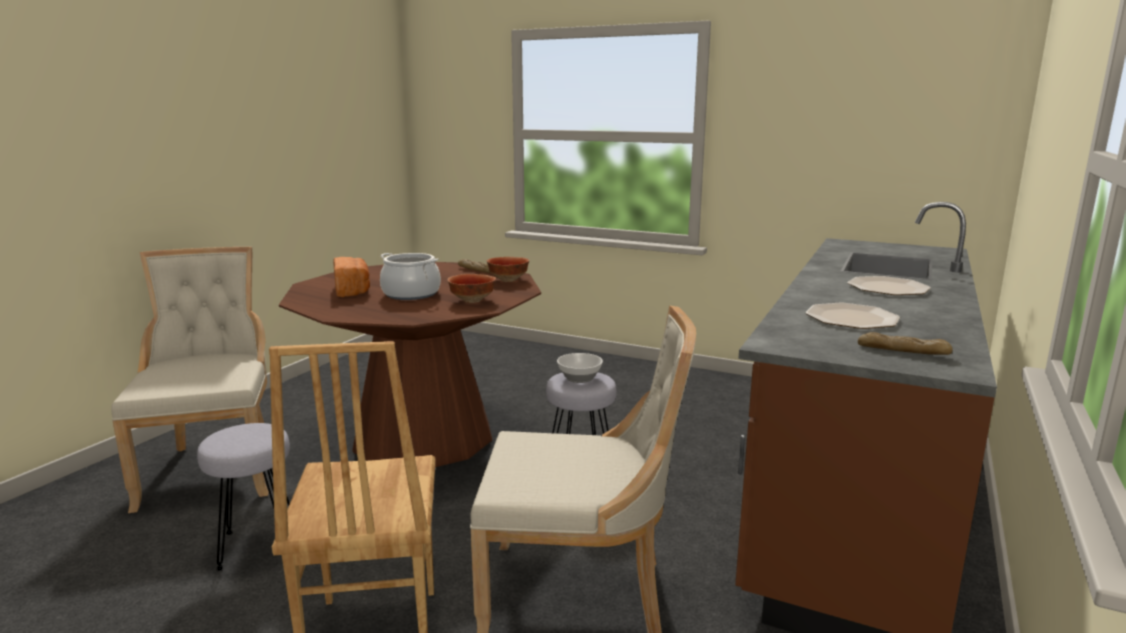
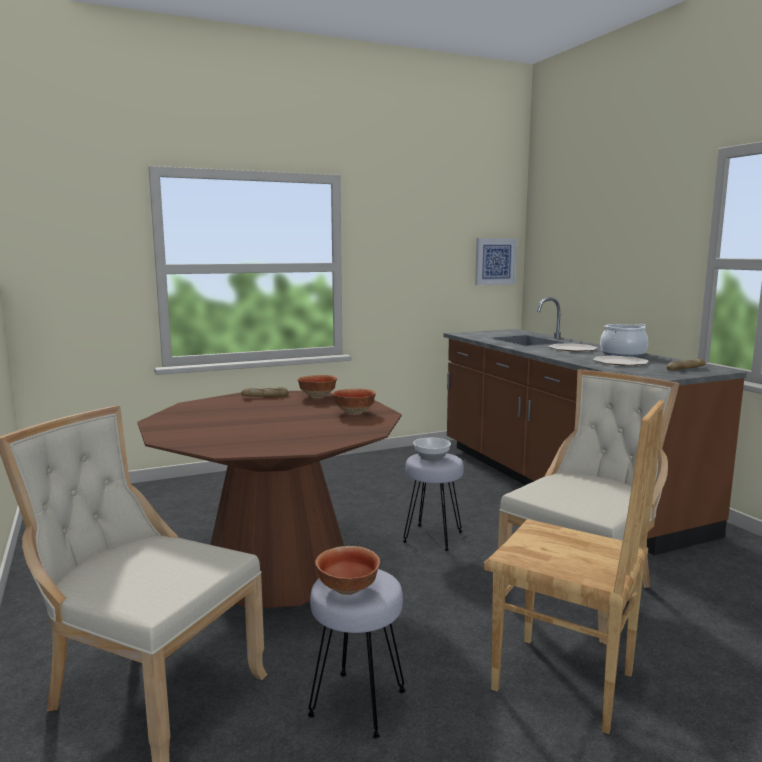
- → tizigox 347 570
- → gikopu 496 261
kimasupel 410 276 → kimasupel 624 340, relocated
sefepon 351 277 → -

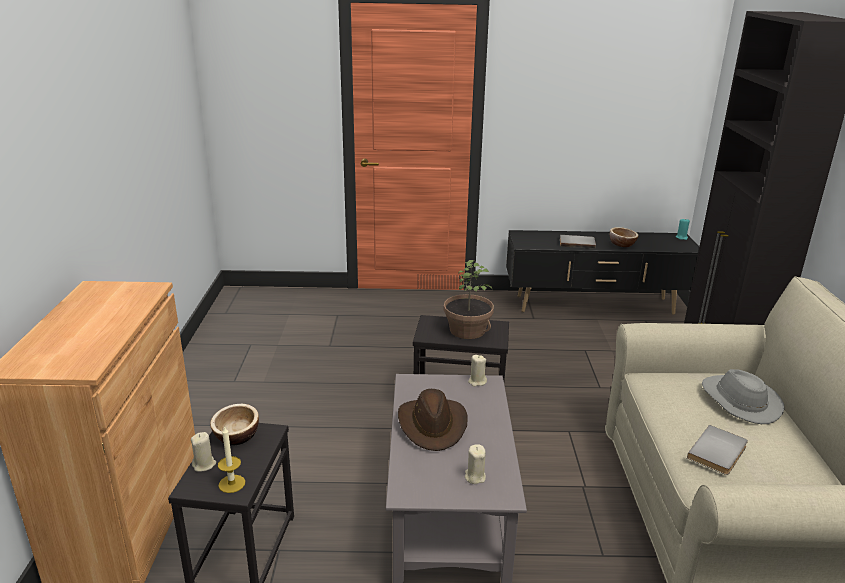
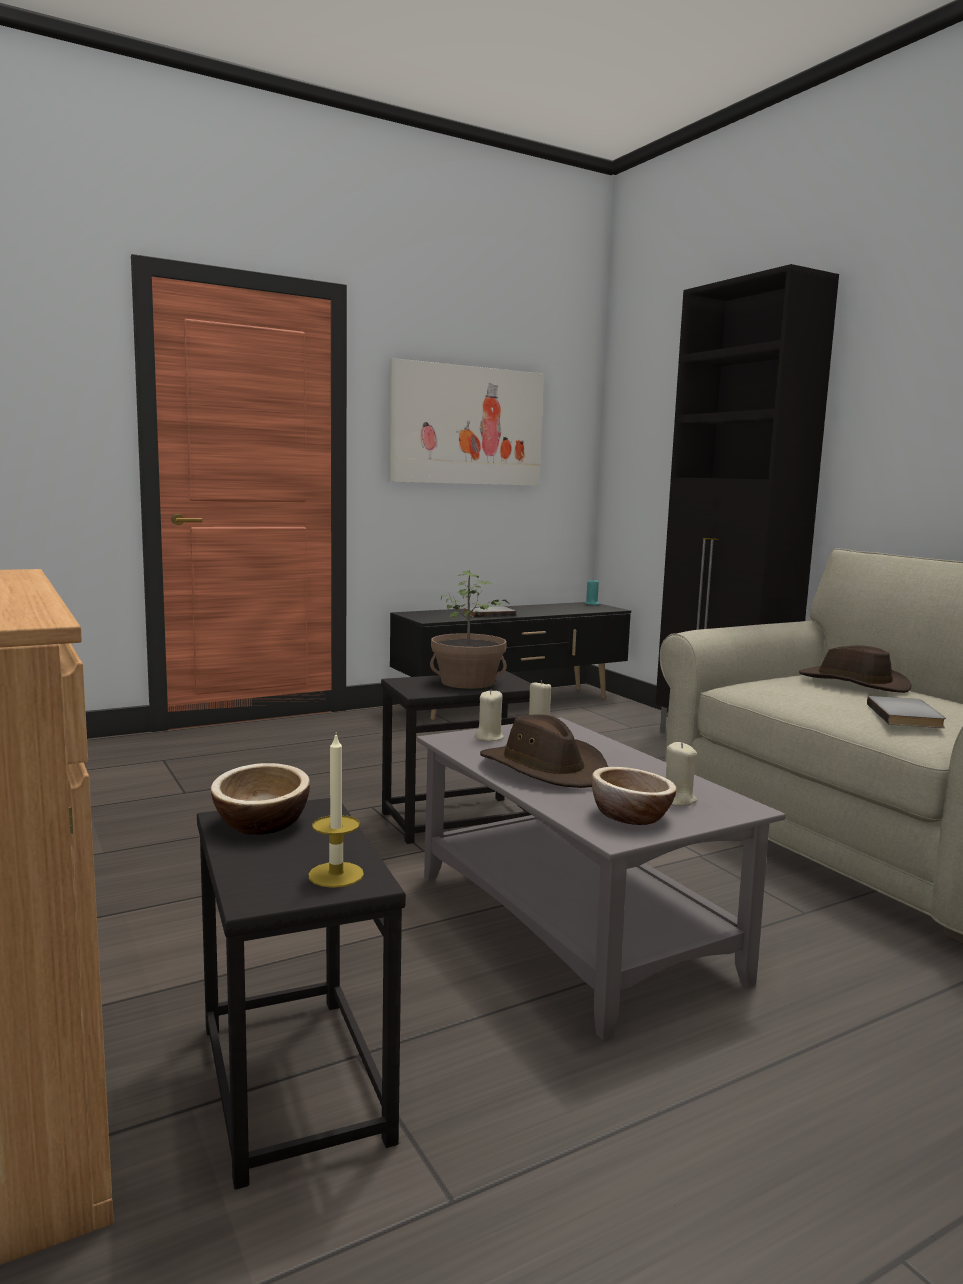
- → gikopu 466 422
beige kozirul 203 452 → beige kozirul 489 716, relocated
tizigox 624 237 → tizigox 634 796, relocated
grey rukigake 743 396 → brown rukigake 855 669

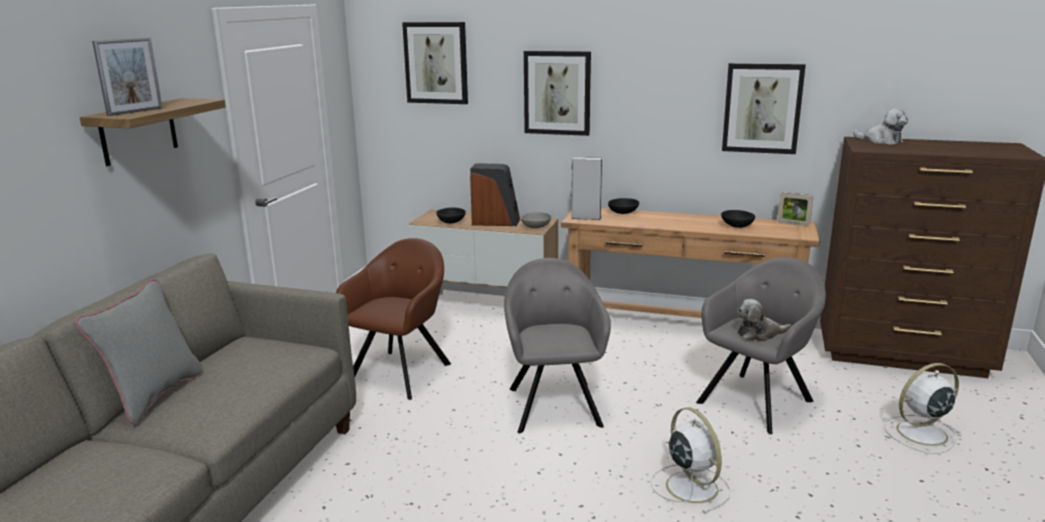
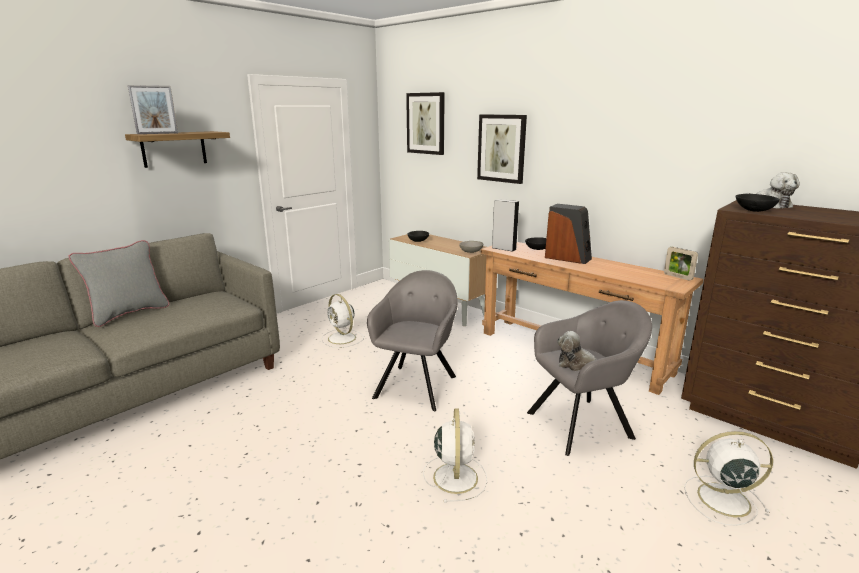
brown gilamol 393 319 → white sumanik 342 321
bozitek 495 194 → bozitek 568 234, relocated
black tizigox 738 219 → black tizigox 758 203, relocated
gikopu 764 108 → -

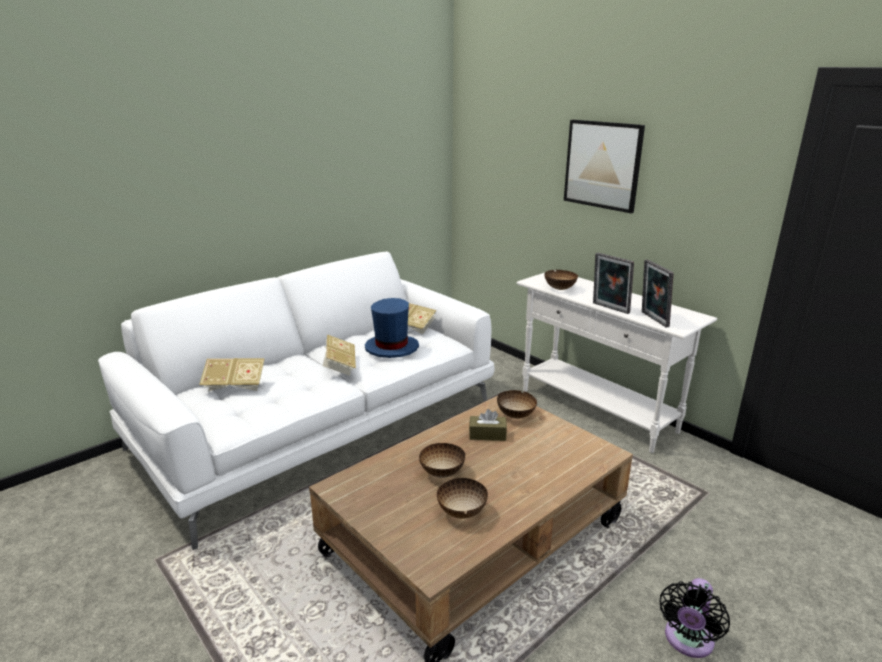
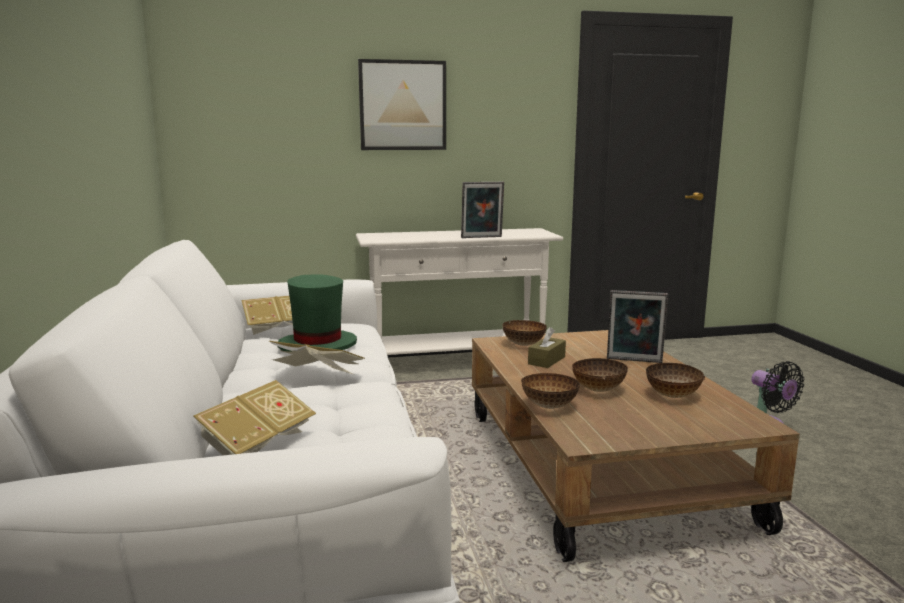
blue rukigake 392 328 → green rukigake 317 313
tizigox 561 280 → tizigox 550 391, relocated
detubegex 658 294 → detubegex 637 326, relocated

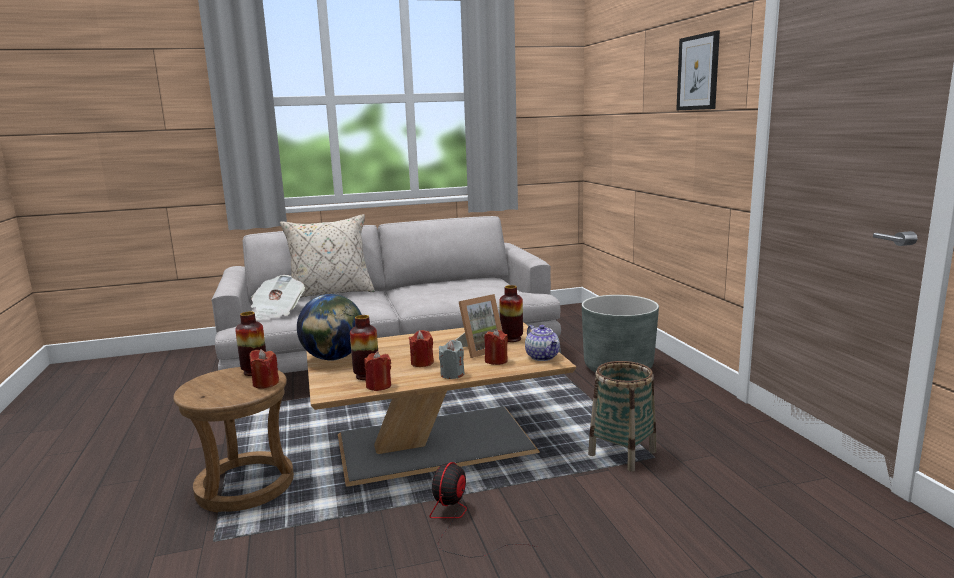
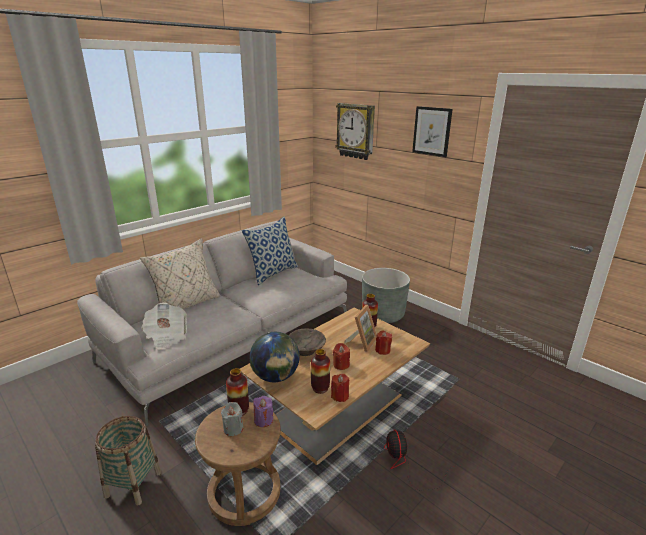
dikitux 622 416 → dikitux 128 461, relocated
grey kozirul 452 359 → grey kozirul 232 419, relocated
- → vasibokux 270 250
red kozirul 264 369 → purple kozirul 263 411
- → brown tizigox 307 342
- → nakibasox 355 131
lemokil 542 343 → -

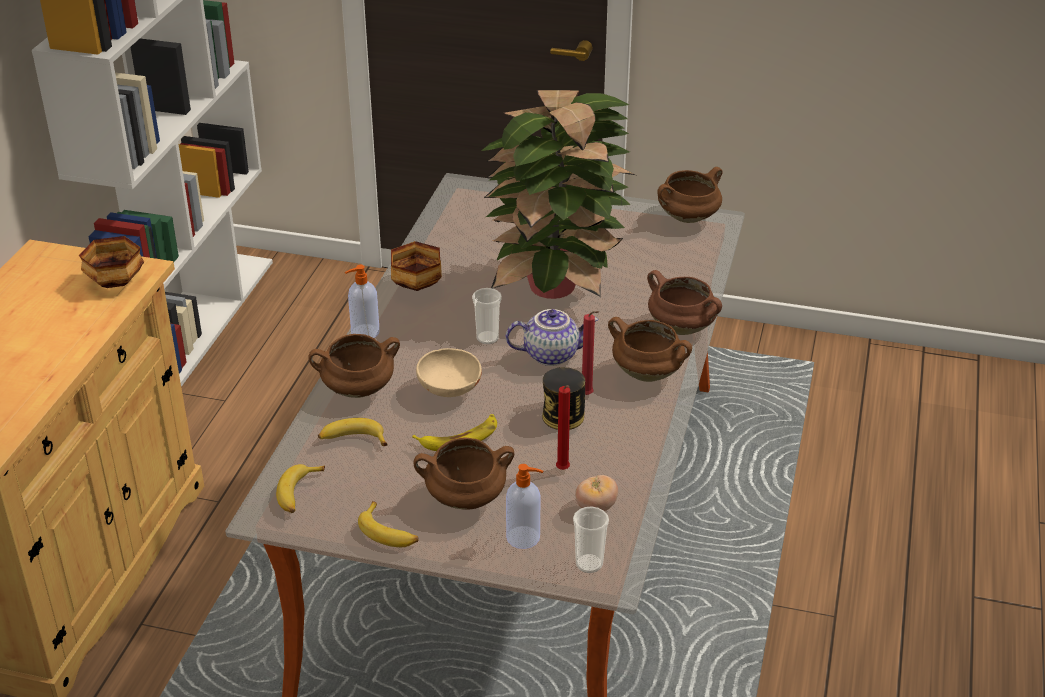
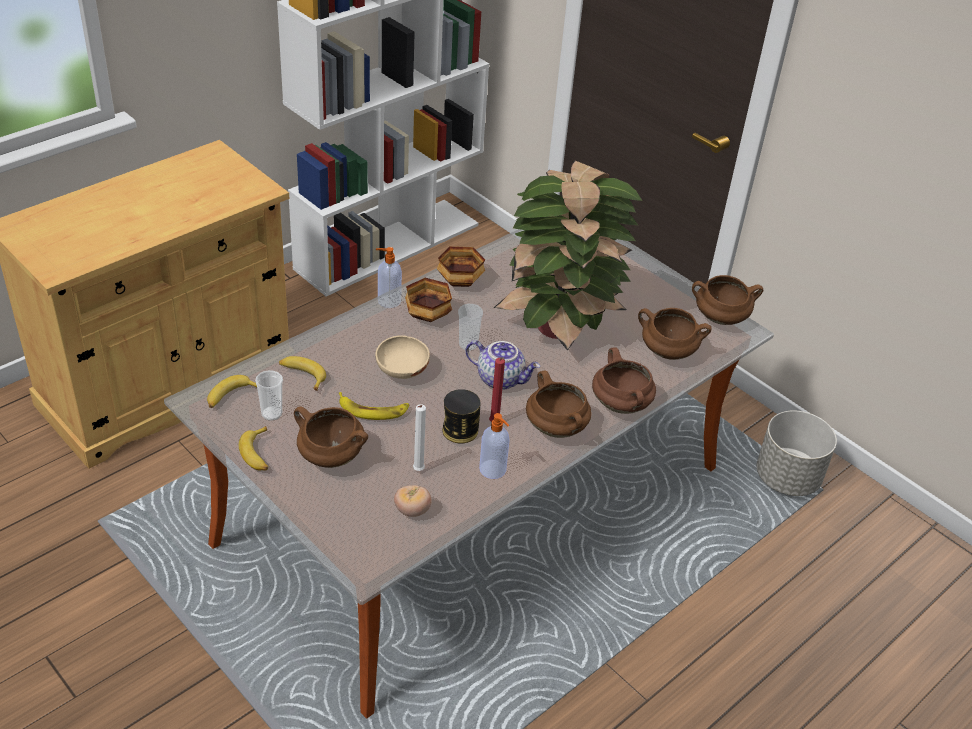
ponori 591 540 → ponori 269 395, relocated
tizigox 111 262 → tizigox 428 300, relocated
red kozirul 563 427 → white kozirul 419 437
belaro 524 506 → belaro 494 446, relocated
brown kimasupel 354 366 → brown kimasupel 675 334, relocated
- → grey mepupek 797 453

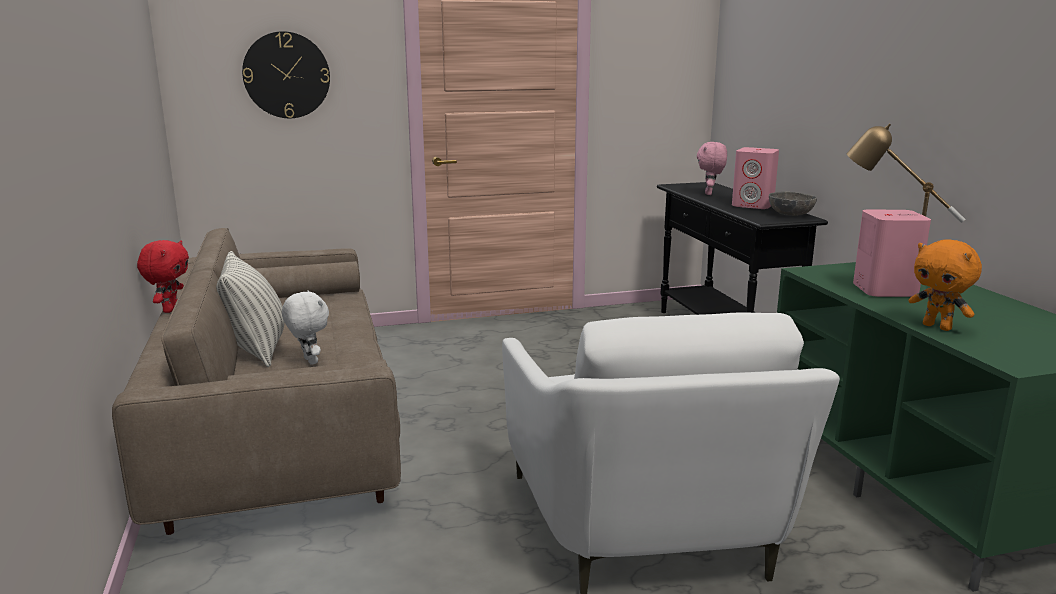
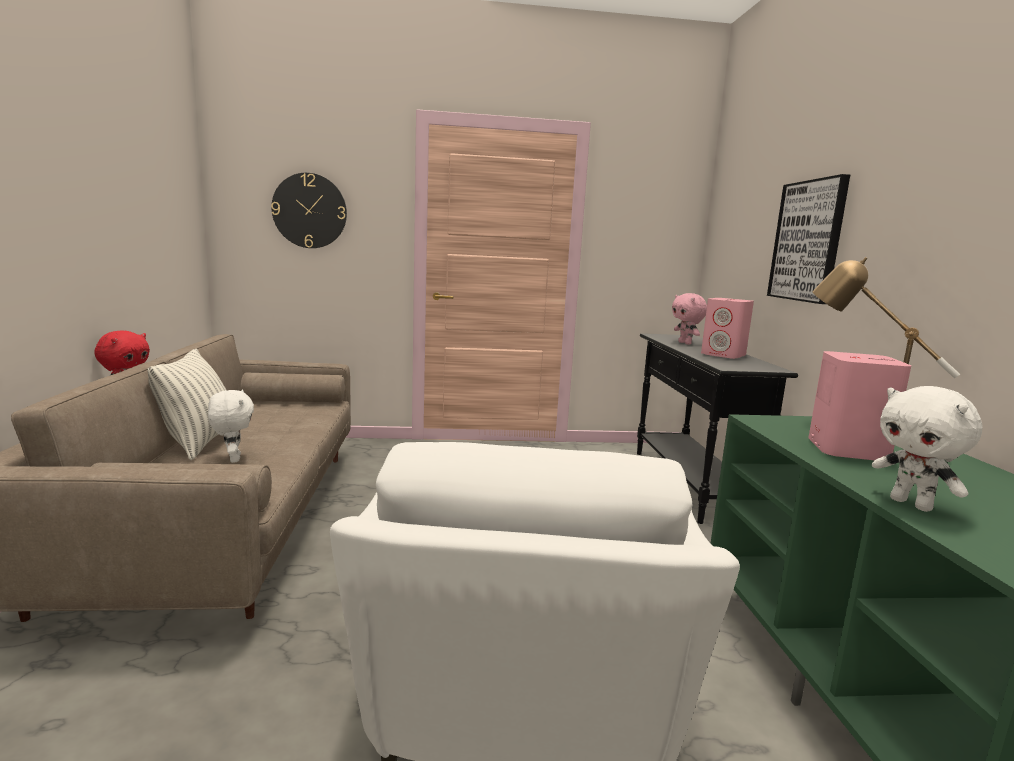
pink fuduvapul 712 168 → pink fuduvapul 689 318, 45 degrees counterclockwise
- → gikopu 808 239
orange fuduvapul 945 285 → white fuduvapul 927 449
grey tizigox 793 203 → -

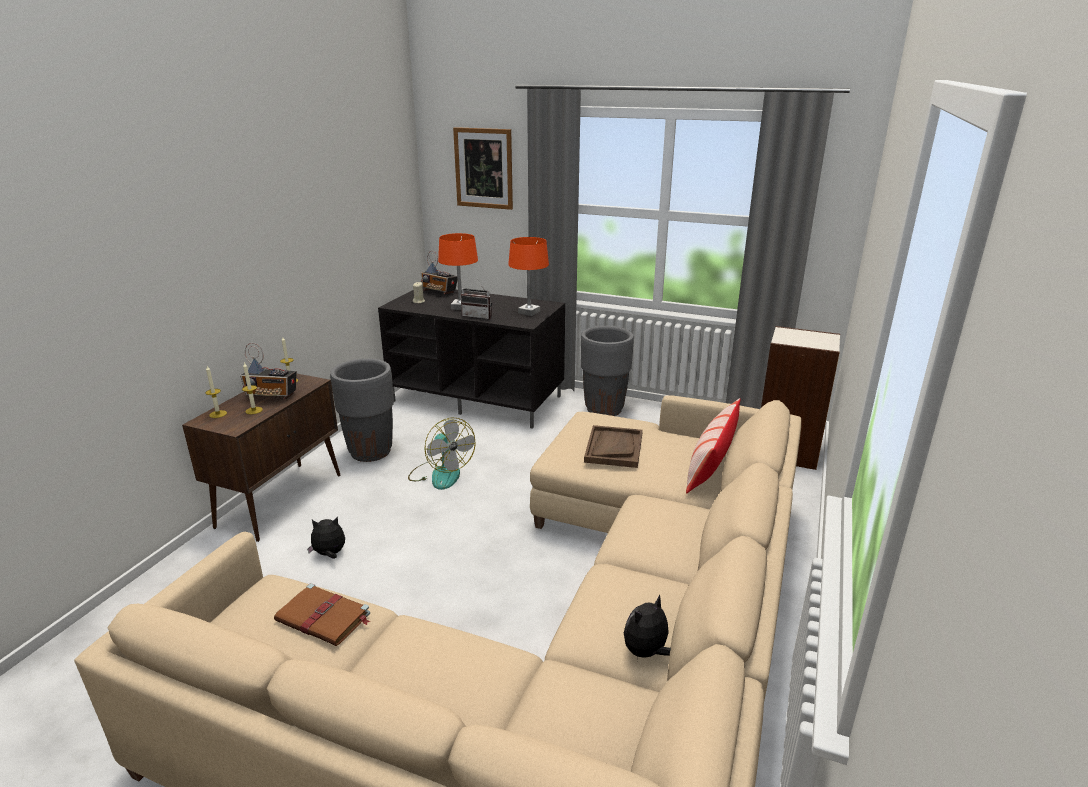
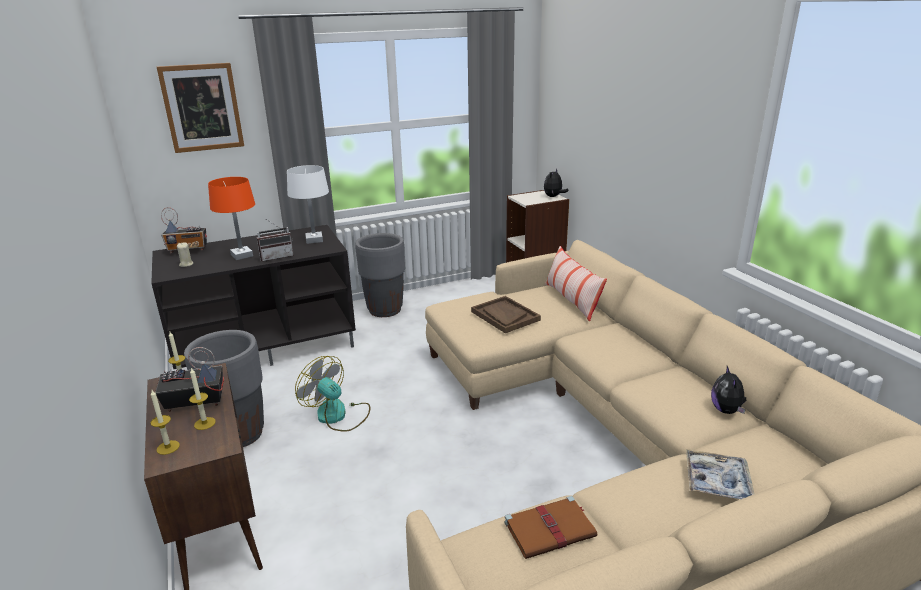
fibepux 268 371 → fibepux 189 379, 150 degrees counterclockwise
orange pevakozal 528 276 → white pevakozal 308 204
sumanik 442 454 → sumanik 332 394, 150 degrees counterclockwise
fuduvapul 326 538 → fuduvapul 556 182, relocated
- → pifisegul 720 474

